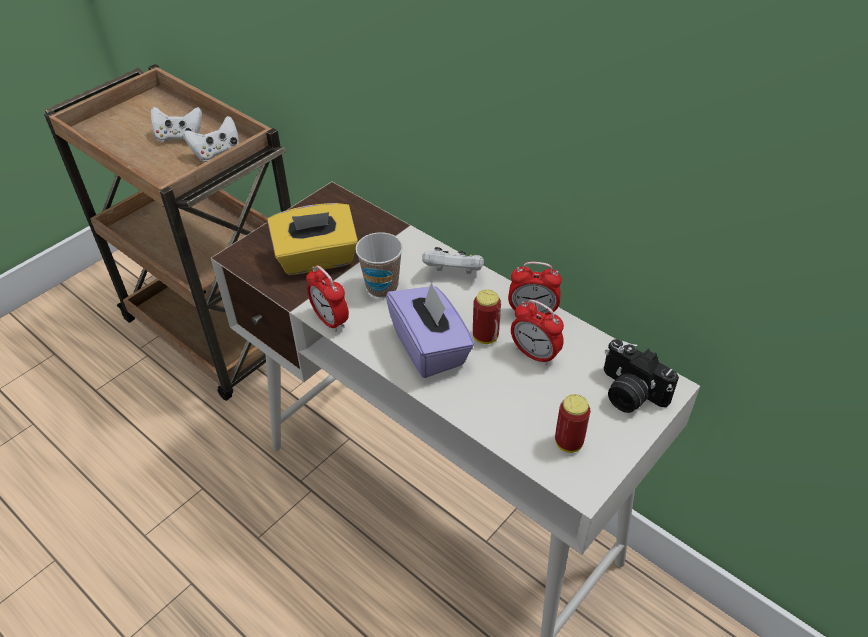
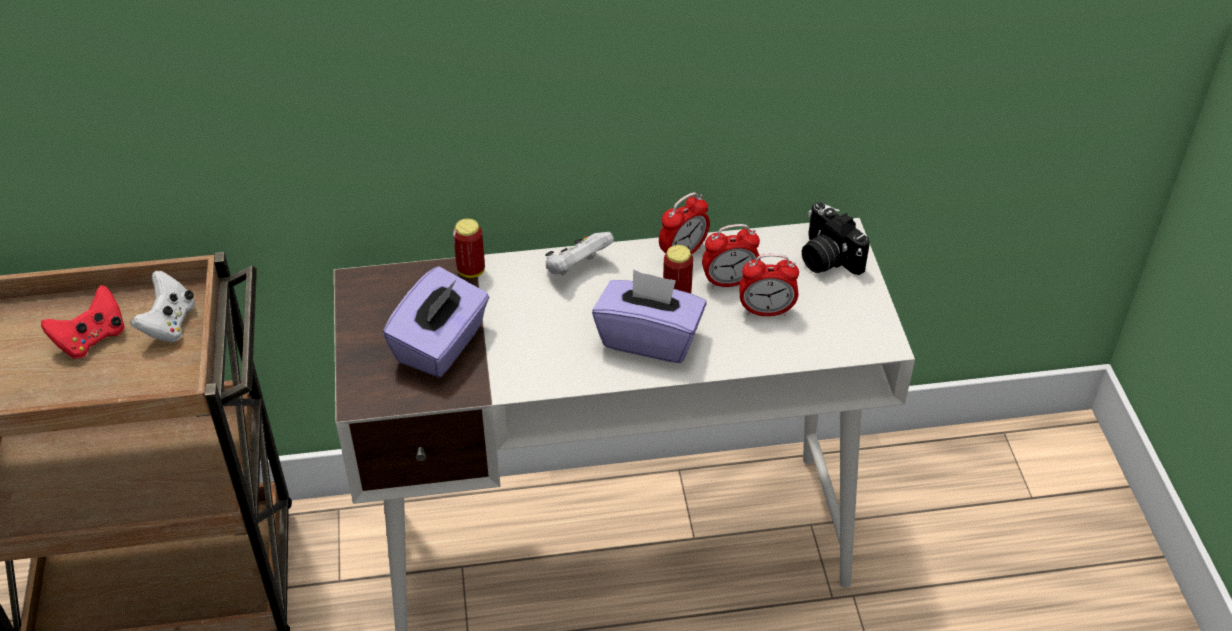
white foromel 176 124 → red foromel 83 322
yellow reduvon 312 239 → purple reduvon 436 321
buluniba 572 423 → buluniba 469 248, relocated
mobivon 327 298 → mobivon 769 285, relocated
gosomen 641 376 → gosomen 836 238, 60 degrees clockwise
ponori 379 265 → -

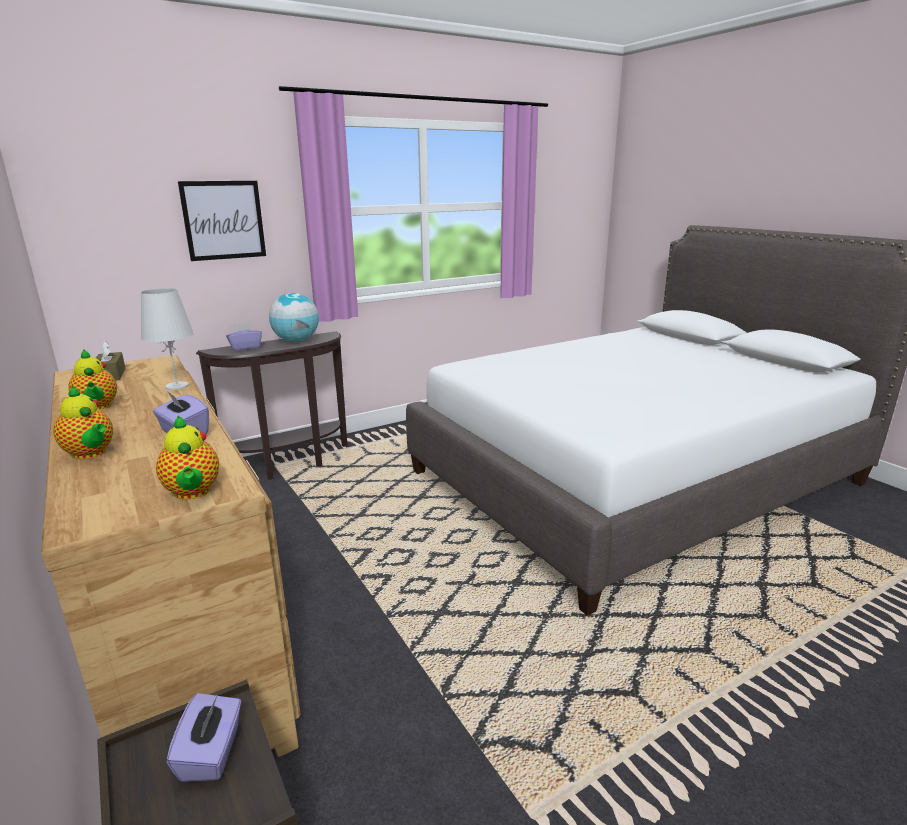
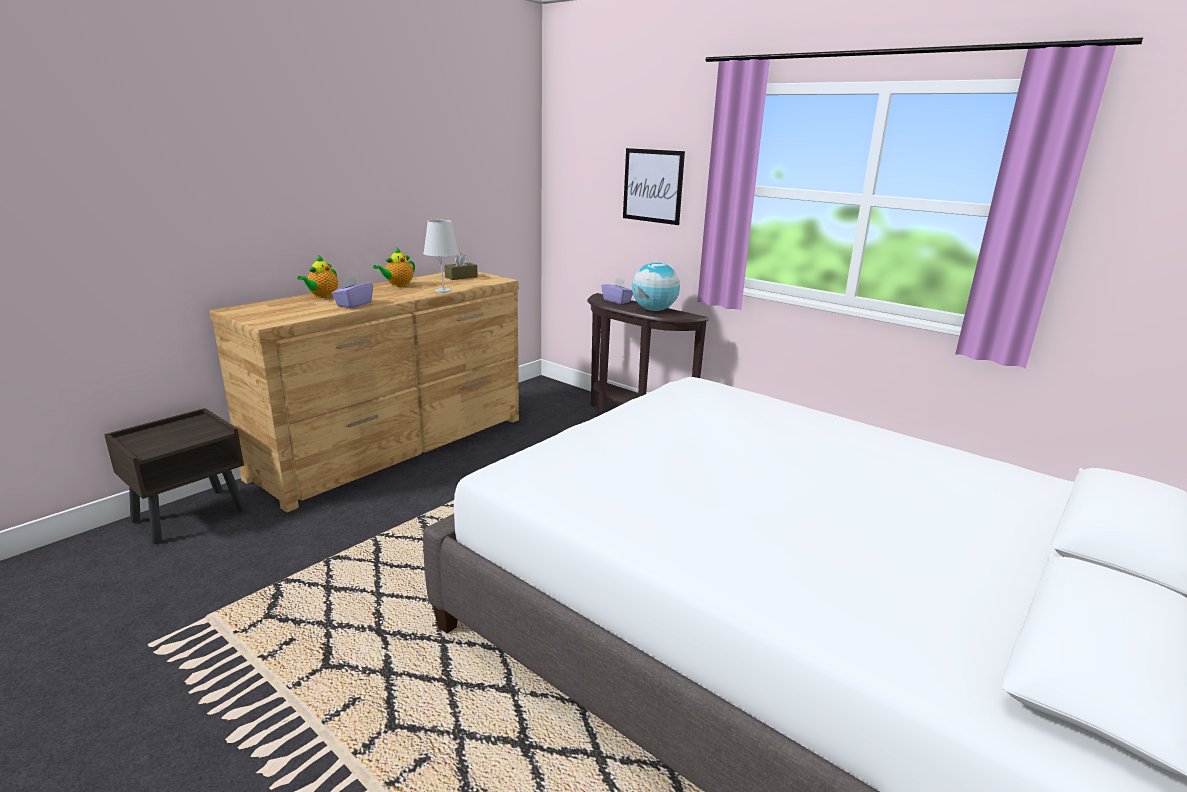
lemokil 187 458 → -
purple reduvon 203 737 → -

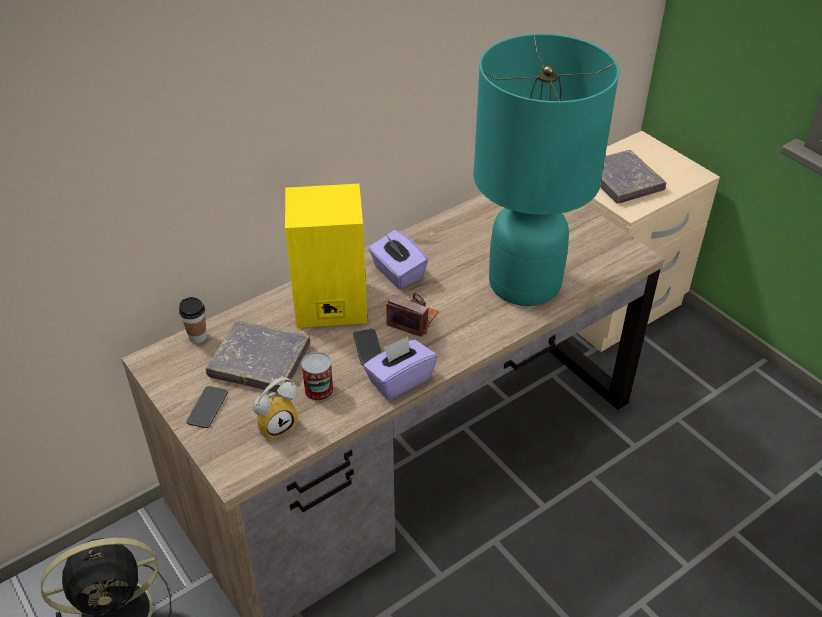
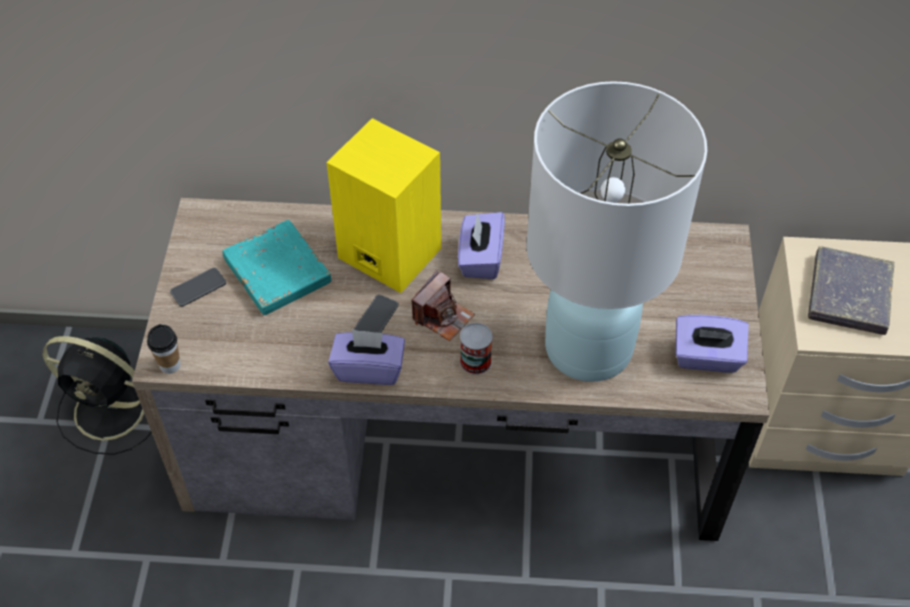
ponori 193 320 → ponori 164 349, relocated
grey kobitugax 258 356 → turquoise kobitugax 277 267
gosomen 412 315 → gosomen 443 306, 60 degrees clockwise
buluniba 317 376 → buluniba 476 349, relocated
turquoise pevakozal 546 170 → white pevakozal 616 231
- → purple reduvon 712 344
mobivon 275 408 → -

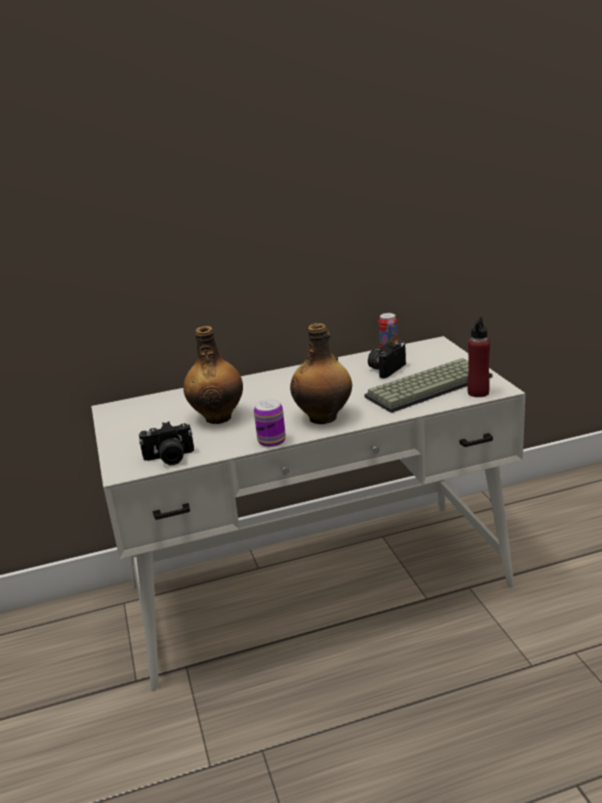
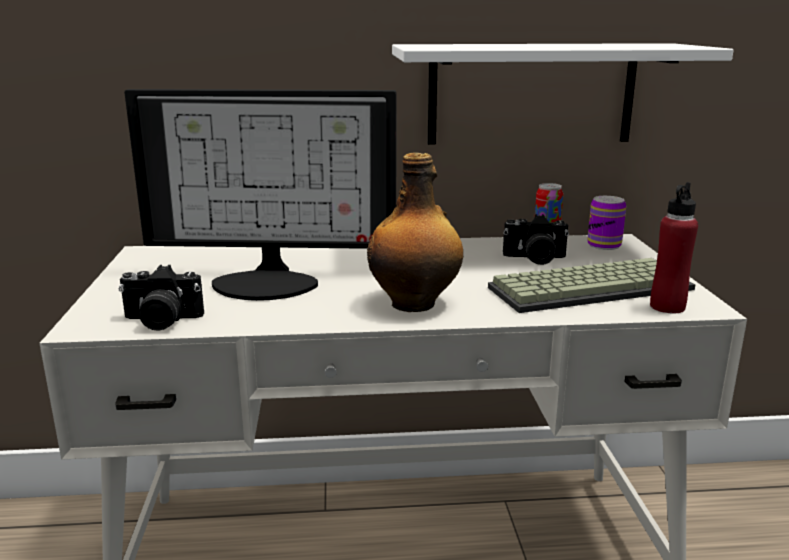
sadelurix 213 375 → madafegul 260 195
- → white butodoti 563 94
gosomen 387 359 → gosomen 536 239, 135 degrees counterclockwise
buluniba 270 423 → buluniba 606 223, relocated

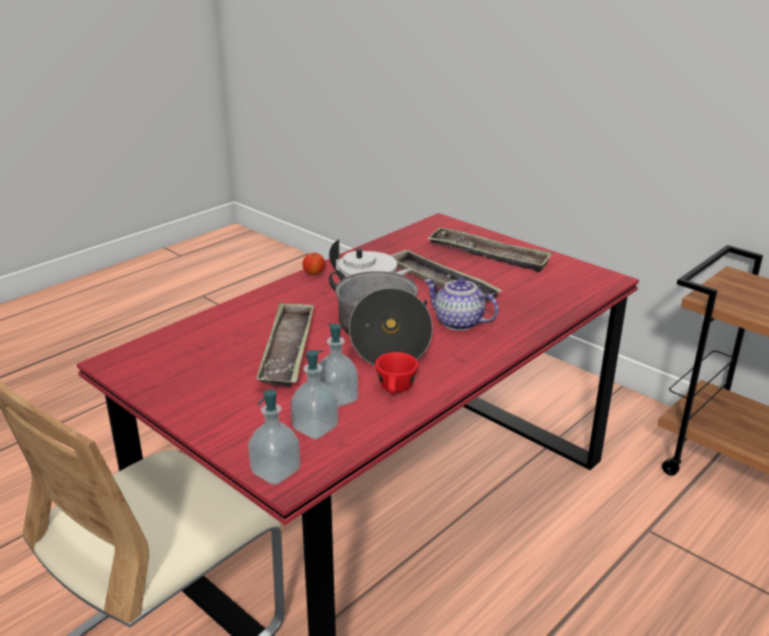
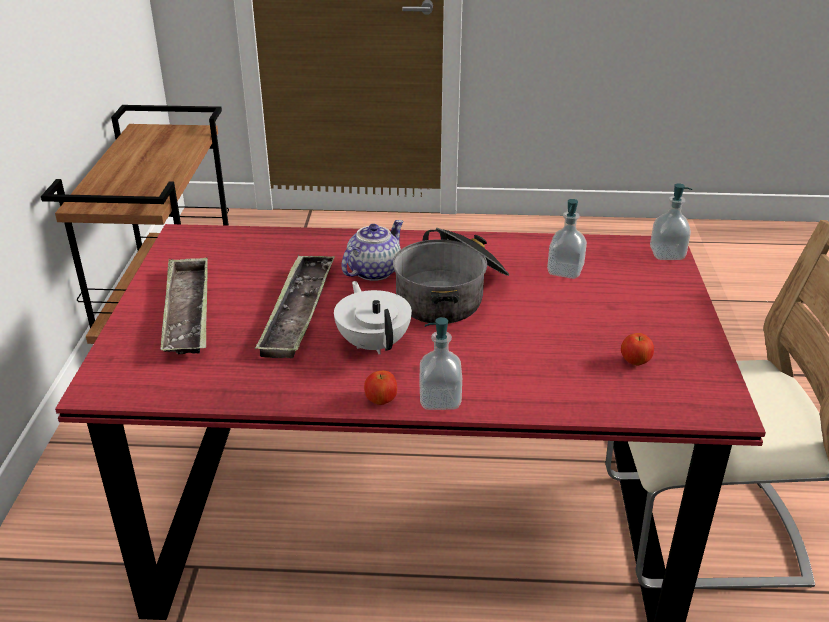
lemokil 461 304 → lemokil 372 250, 135 degrees counterclockwise
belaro 314 395 → belaro 441 363, relocated
- → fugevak 637 349
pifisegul 285 344 → -
red ponori 397 373 → -

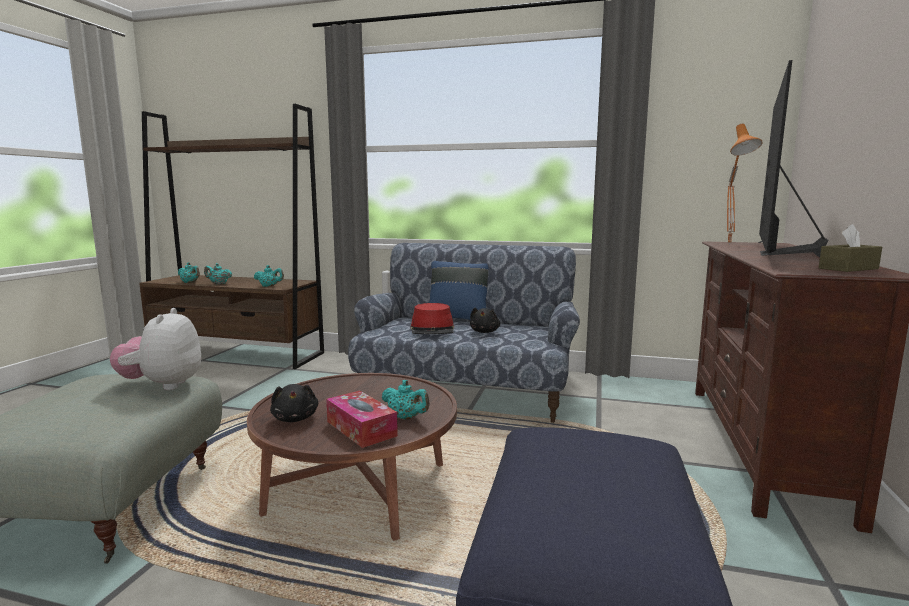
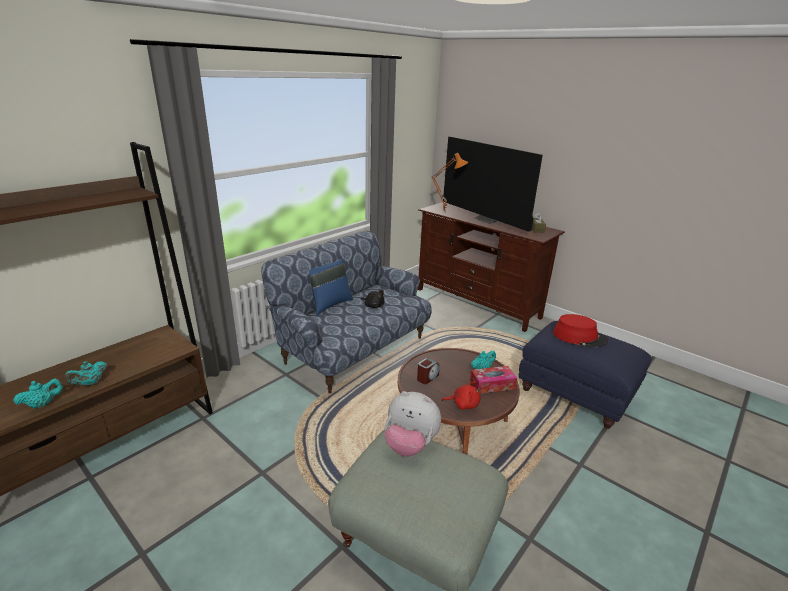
- → mobivon 428 371
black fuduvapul 294 403 → red fuduvapul 461 395
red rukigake 432 318 → red rukigake 581 331, relocated
turquoise lemokil 269 276 → -

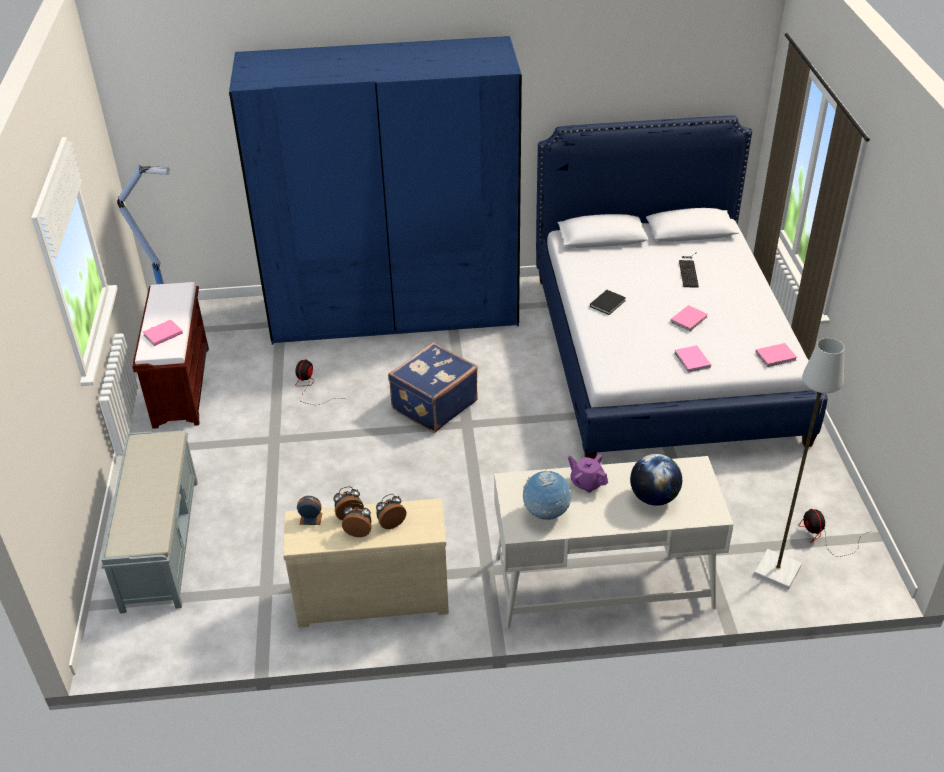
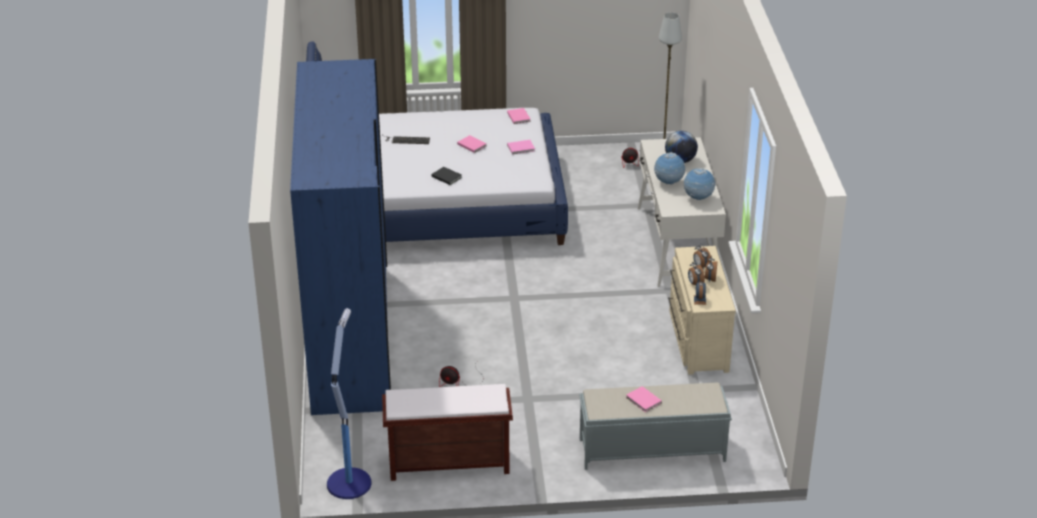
pink kobitugax 163 333 → pink kobitugax 644 399, relocated
purple lemokil 588 473 → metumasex 669 168
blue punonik 433 387 → -

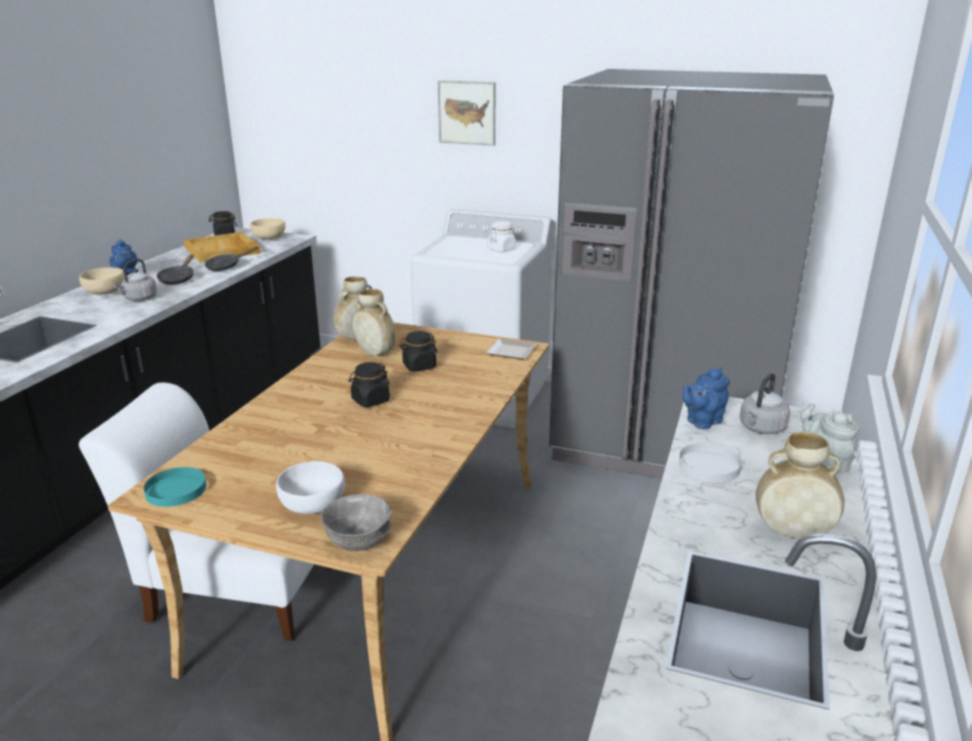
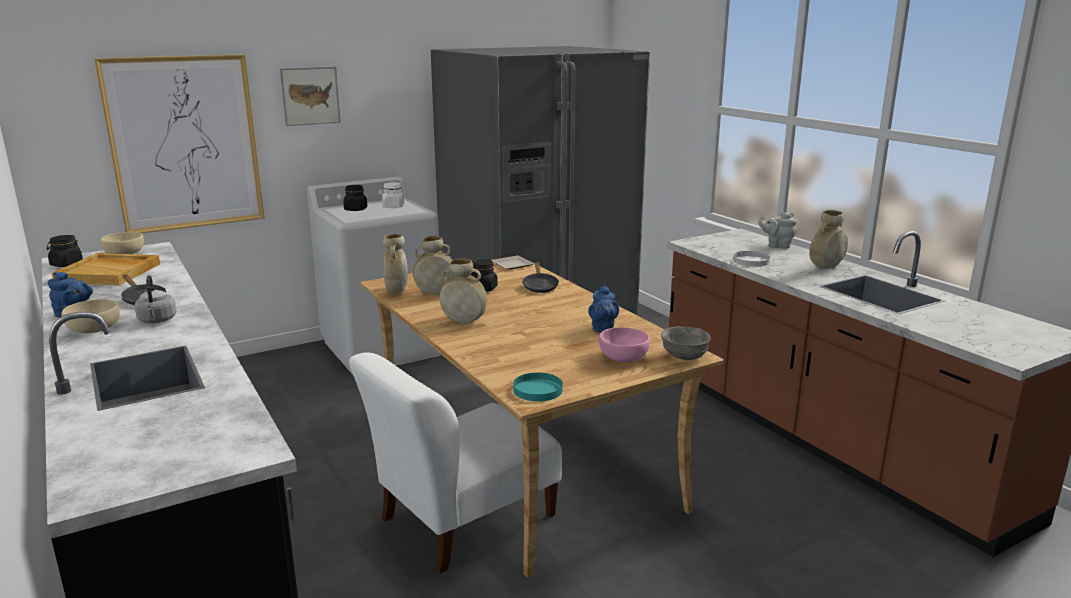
- → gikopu 179 143
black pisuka 369 384 → black pisuka 355 198, relocated
- → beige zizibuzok 463 290
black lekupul 231 258 → black lekupul 540 277, relocated
blue lemokil 706 398 → blue lemokil 603 308, relocated
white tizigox 310 487 → pink tizigox 624 344
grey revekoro 765 403 → -

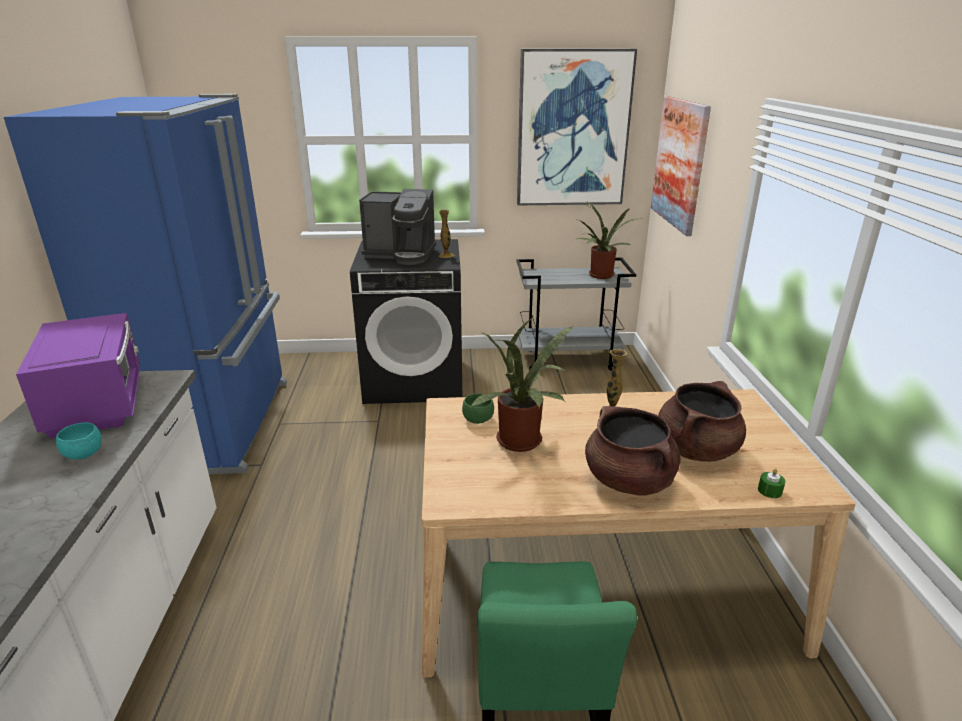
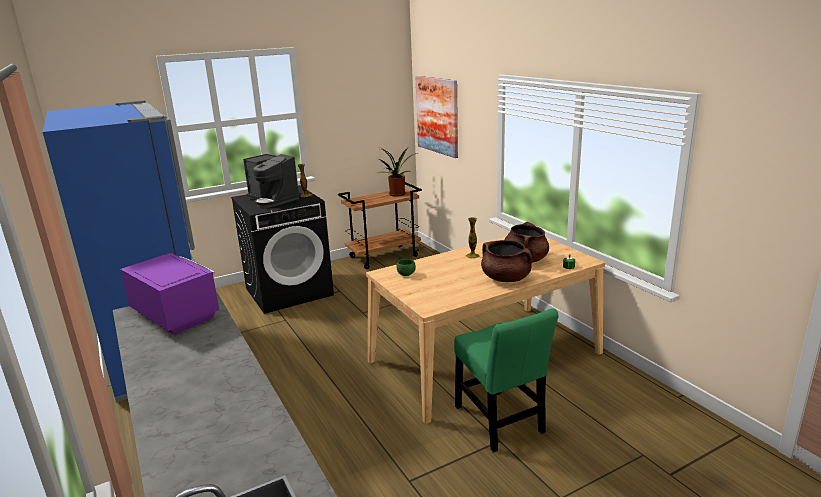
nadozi 397 227 → nadozi 272 181, 60 degrees clockwise
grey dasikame 576 314 → brown dasikame 380 225
turquoise tizigox 79 441 → -
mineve 522 385 → -
gikopu 577 127 → -

